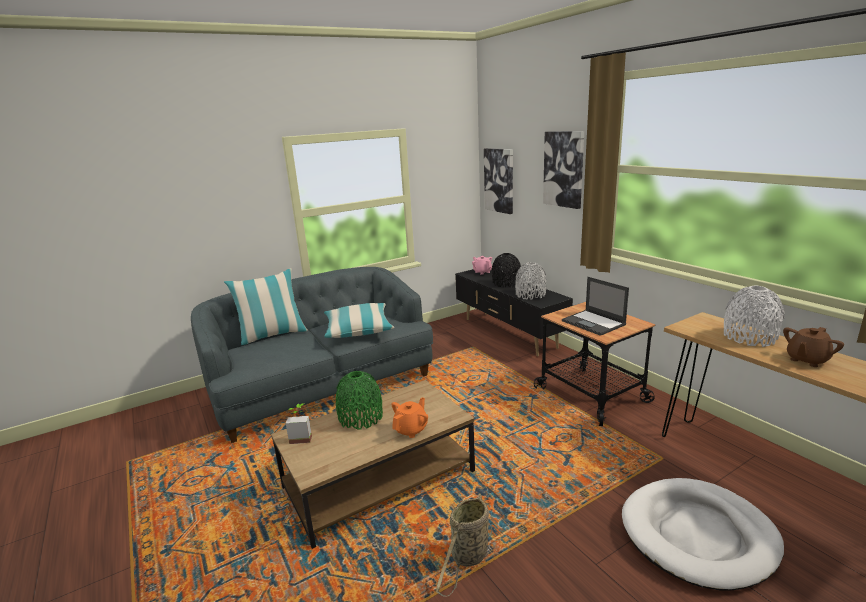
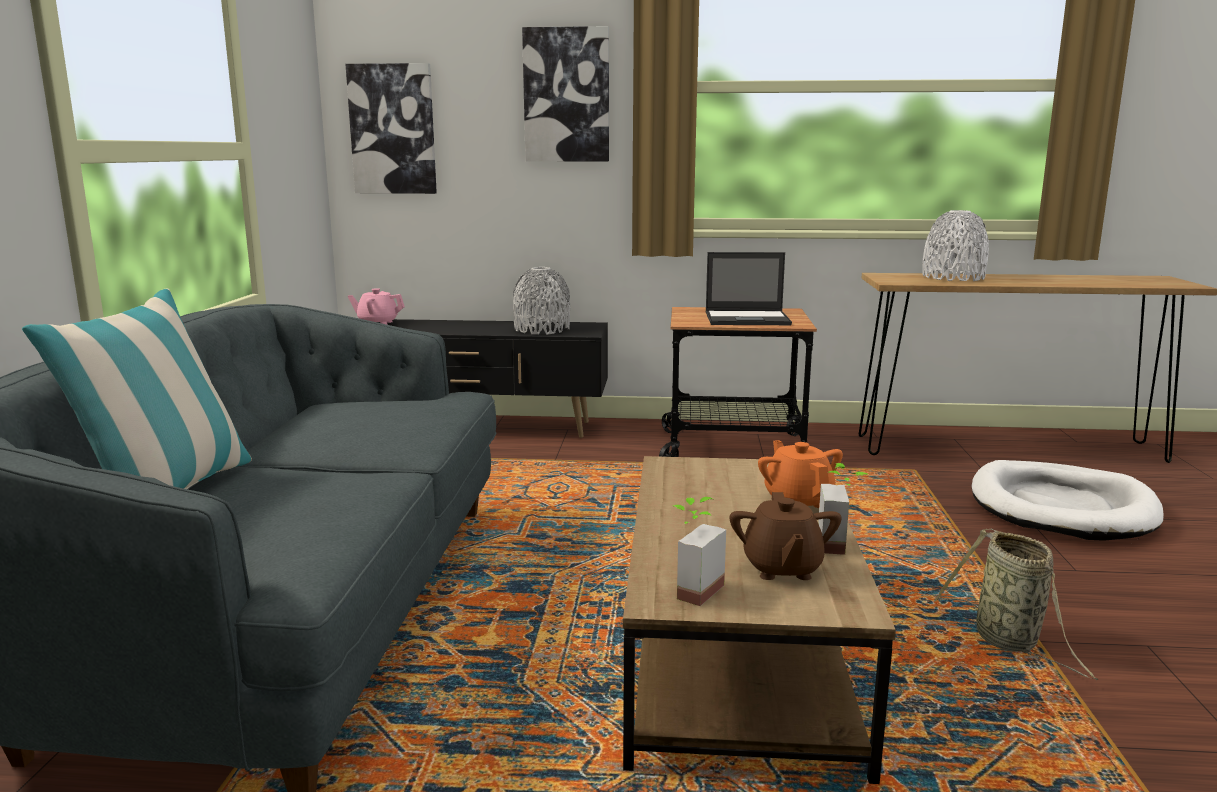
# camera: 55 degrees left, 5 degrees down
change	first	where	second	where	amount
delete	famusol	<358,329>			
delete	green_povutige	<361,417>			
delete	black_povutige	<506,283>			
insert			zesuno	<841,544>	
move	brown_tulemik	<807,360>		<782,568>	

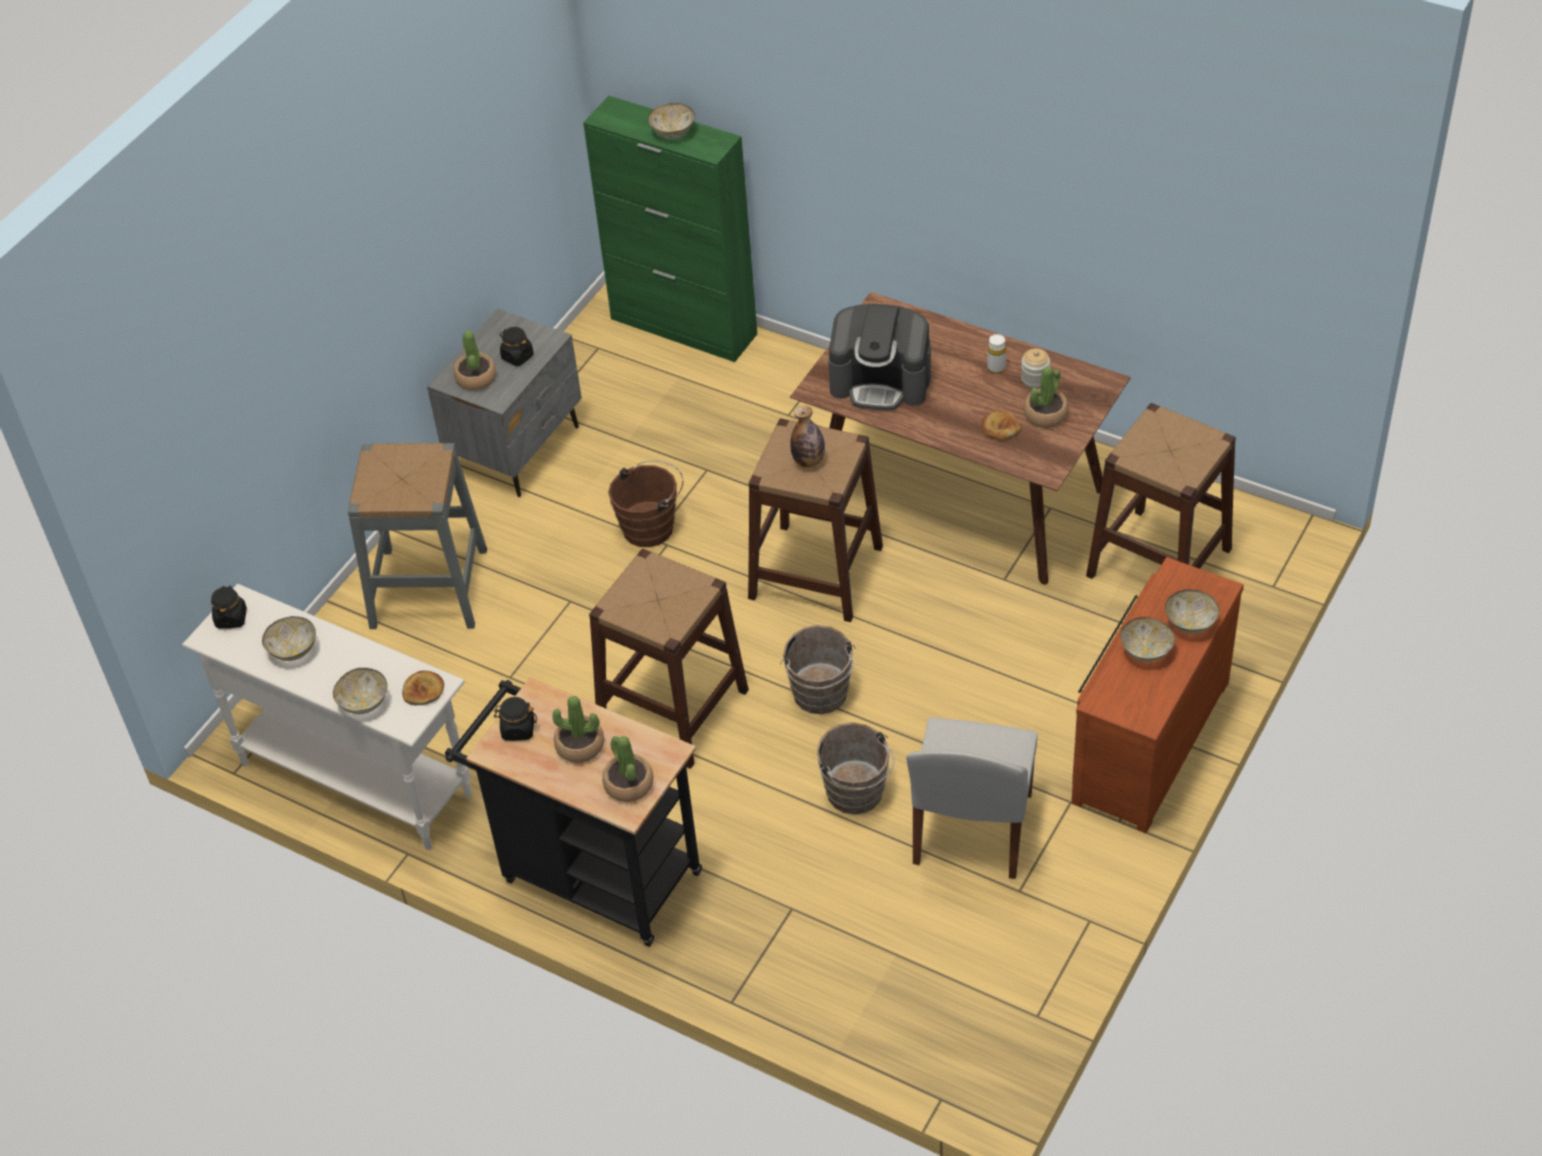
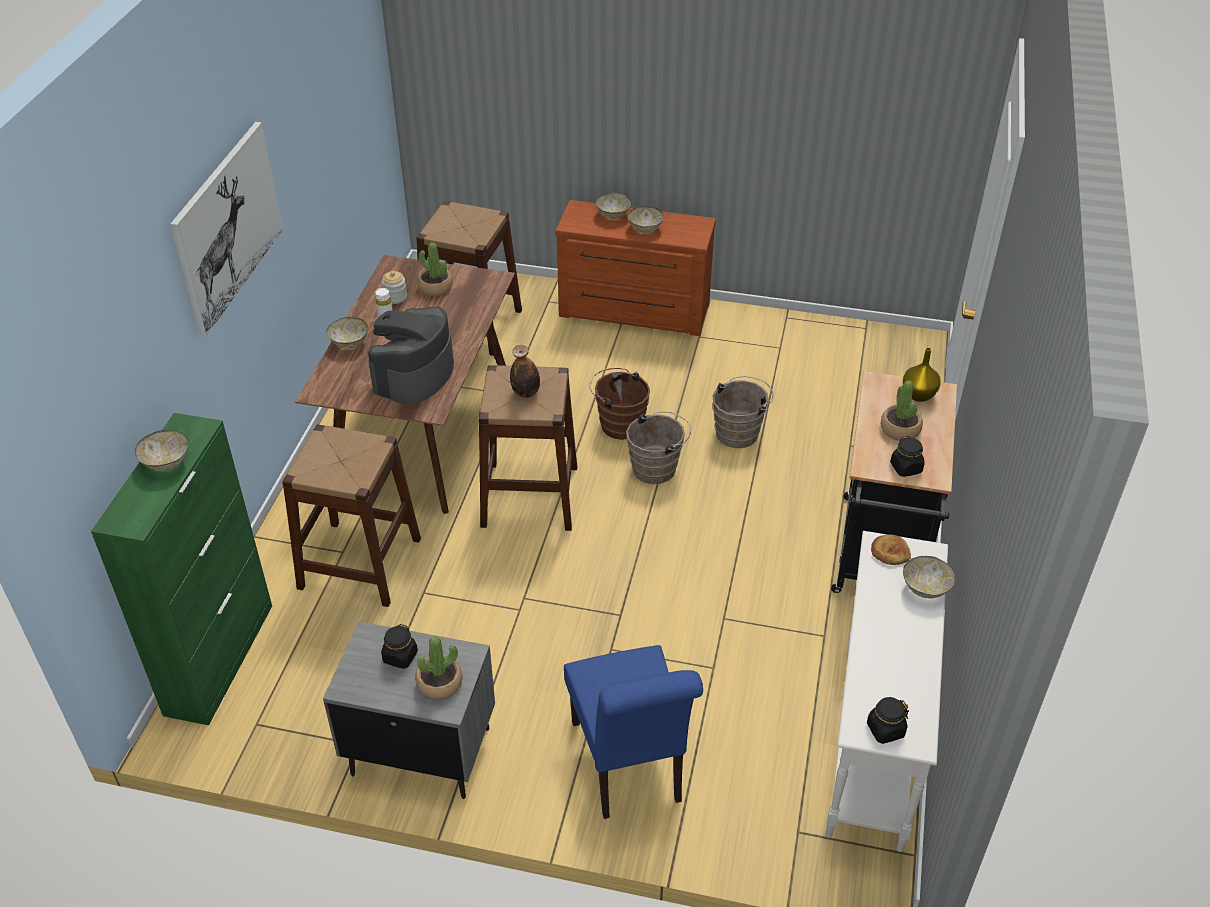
# camera: 110 degrees left, 5 degrees down
change	first	where	second	where	amount
delete	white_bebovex	<971,832>			
delete	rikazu	<1000,428>			
insert			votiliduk	<228,226>	
move	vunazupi	<293,650>		<349,343>	
move	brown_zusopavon	<672,708>		<359,563>	
move	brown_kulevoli	<652,526>		<619,423>	
replace	grey_zusopavon	<428,588>	blue_bebovex	<629,768>	
replace	zesuno	<628,784>	yellow_povutige	<918,395>	
rotate	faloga	<881,381>		<413,375>	150 degrees counterclockwise

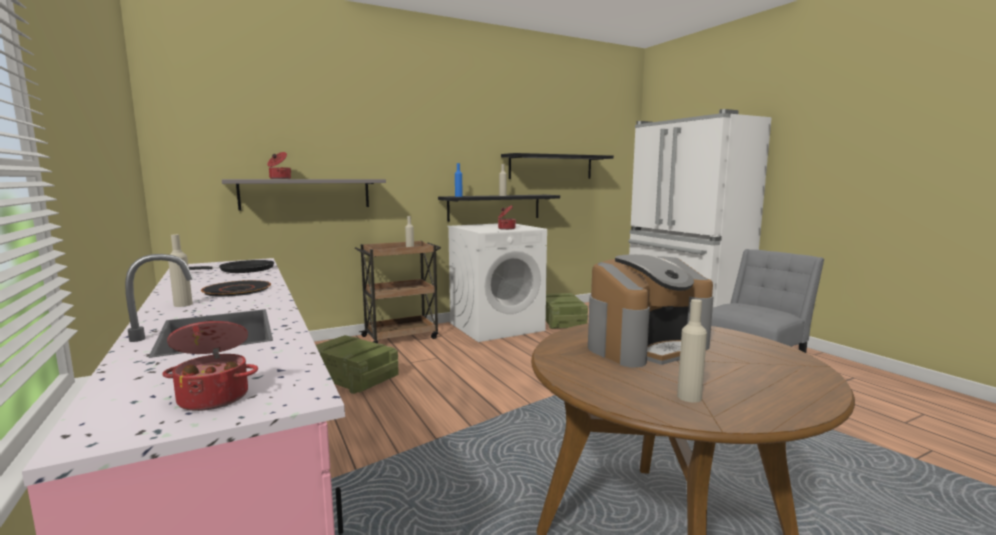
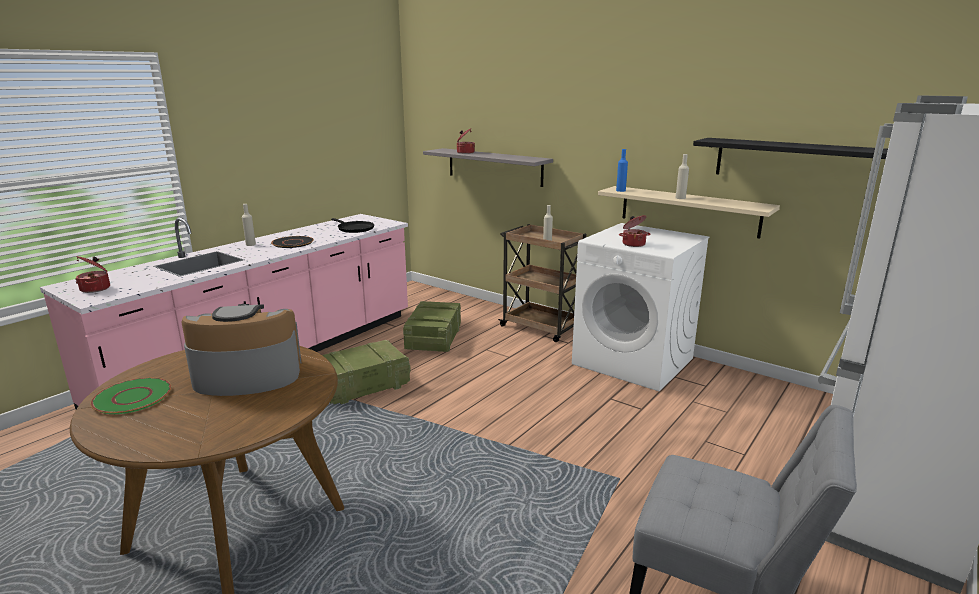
# camera: 65 degrees right, 10 degrees up
change	first	where	second	where	amount
move	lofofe	<561,321>		<363,385>	
replace	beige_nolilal	<689,397>	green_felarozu	<132,397>	
recolor	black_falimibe	<494,207>	beige_falimibe	<689,211>	
rotate	faloga	<645,346>		<247,376>	135 degrees clockwise

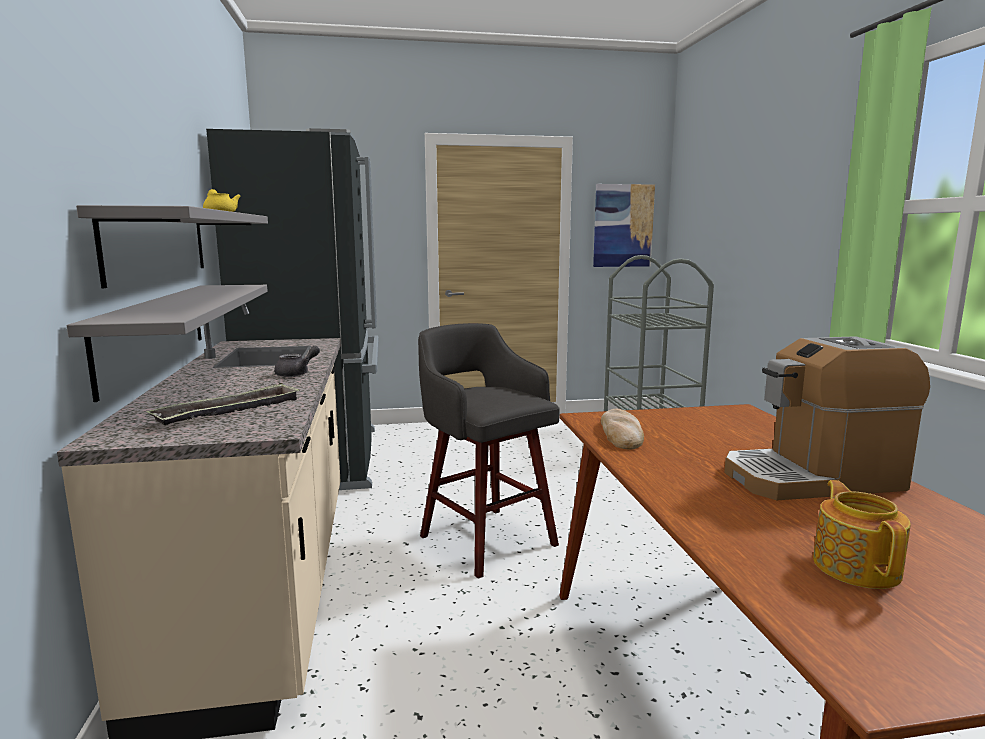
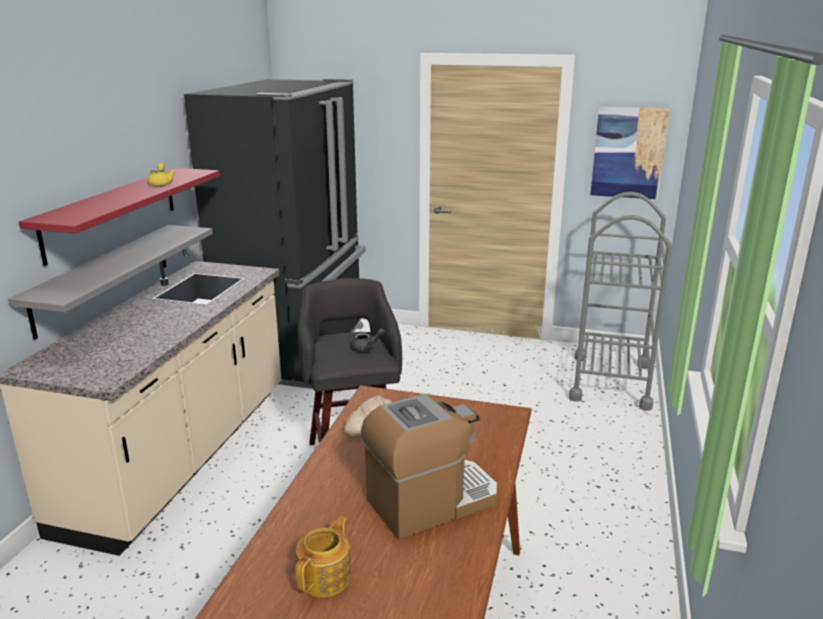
# camera: 25 degrees right, 10 degrees up
change	first	where	second	where	amount
delete	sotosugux	<230,411>			
move	grey_tulemik	<297,374>		<367,348>	
recolor	grey_falimibe	<159,244>	red_falimibe	<112,212>	
rotate	faloga	<812,478>		<431,501>	135 degrees clockwise

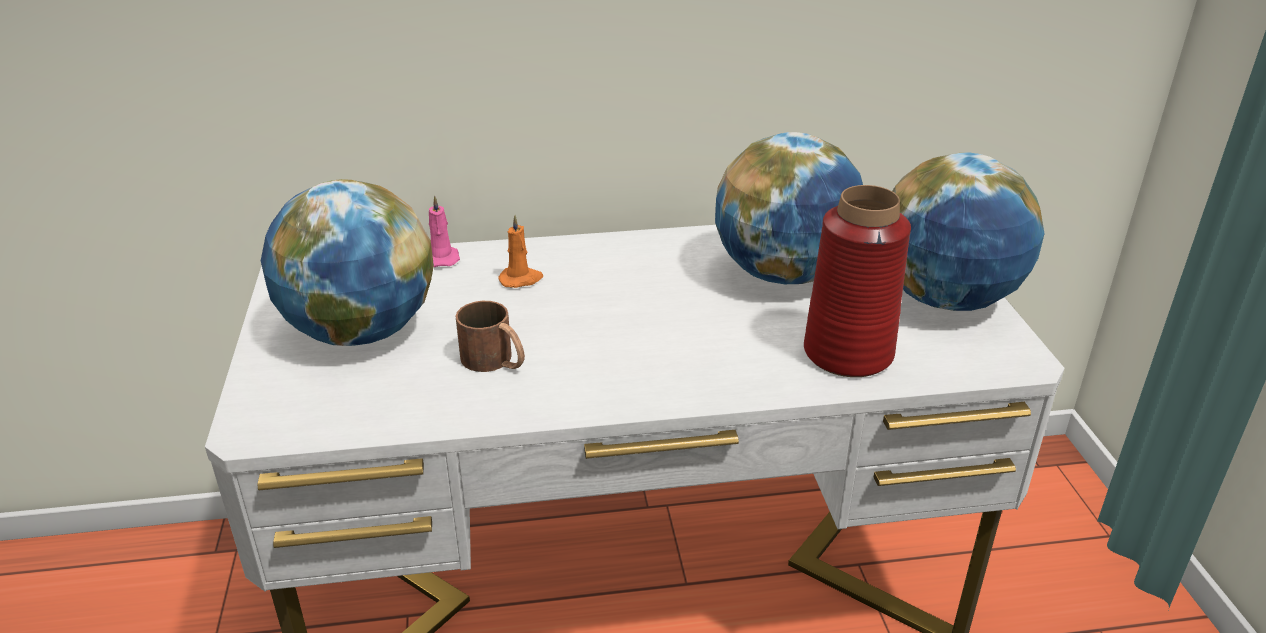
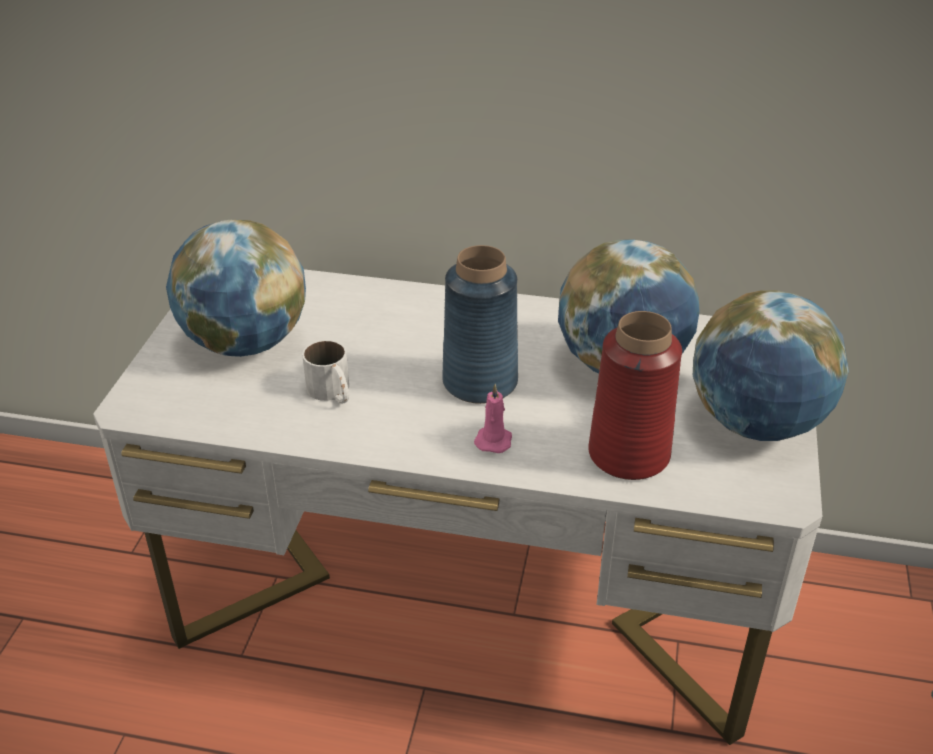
# camera: 20 degrees right, 5 degrees up
change	first	where	second	where	amount
delete	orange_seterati	<521,279>			
insert			blue_povutige	<480,382>	
move	pink_seterati	<442,258>		<494,440>	
recolor	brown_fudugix	<495,361>	white_fudugix	<332,393>	

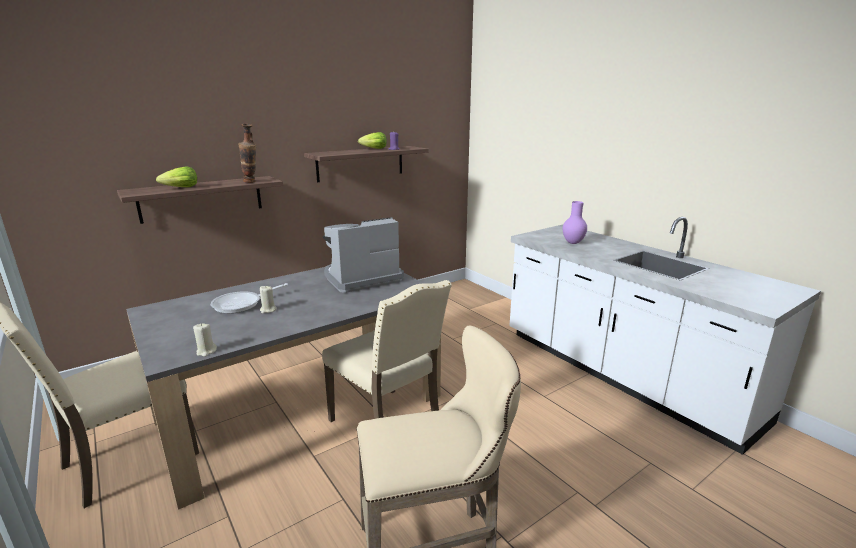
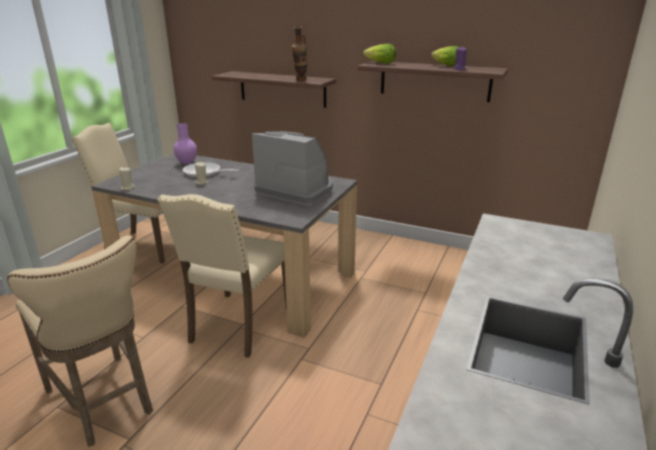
# camera: 60 degrees right, 5 degrees up
change	first	where	second	where	amount
move	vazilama	<181,188>		<380,63>	
move	purple_povutige	<572,243>		<186,163>	

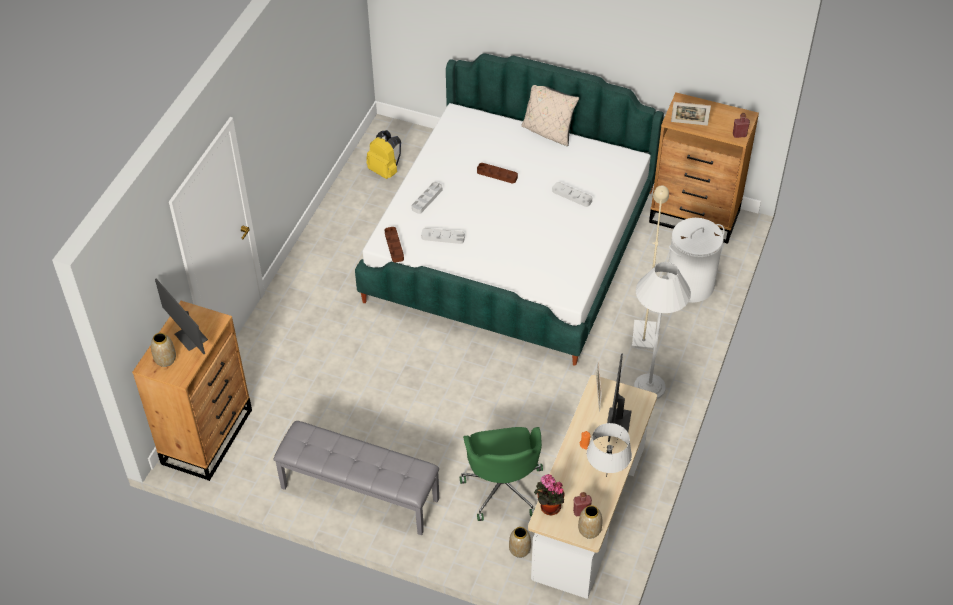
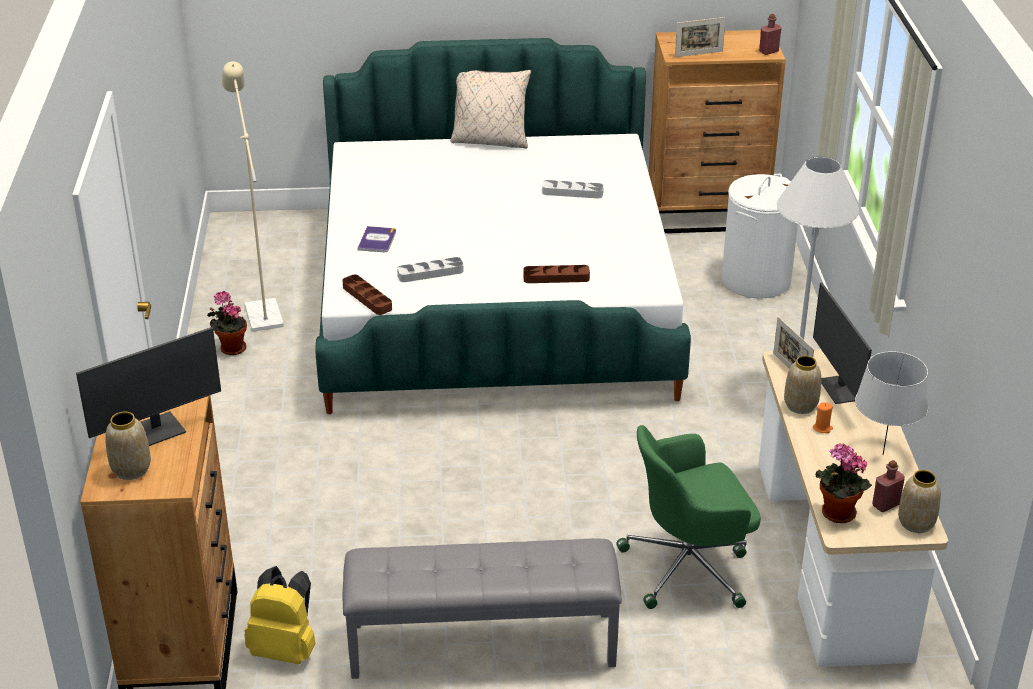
# camera: 25 degrees left, 15 degrees down
change	first	where	second	where	amount
insert			zesuno	<231,348>	
move	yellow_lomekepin	<385,170>		<285,649>	
move	brown_sotosugux	<497,175>		<556,277>	
move	povutige	<519,550>		<800,405>	
move	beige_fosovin	<644,330>		<262,311>	
replace	grey_sotosugux	<427,199>	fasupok	<377,240>	
rotate	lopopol	<190,337>		<156,431>	60 degrees counterclockwise
rotate	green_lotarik	<503,487>		<689,567>	105 degrees clockwise

